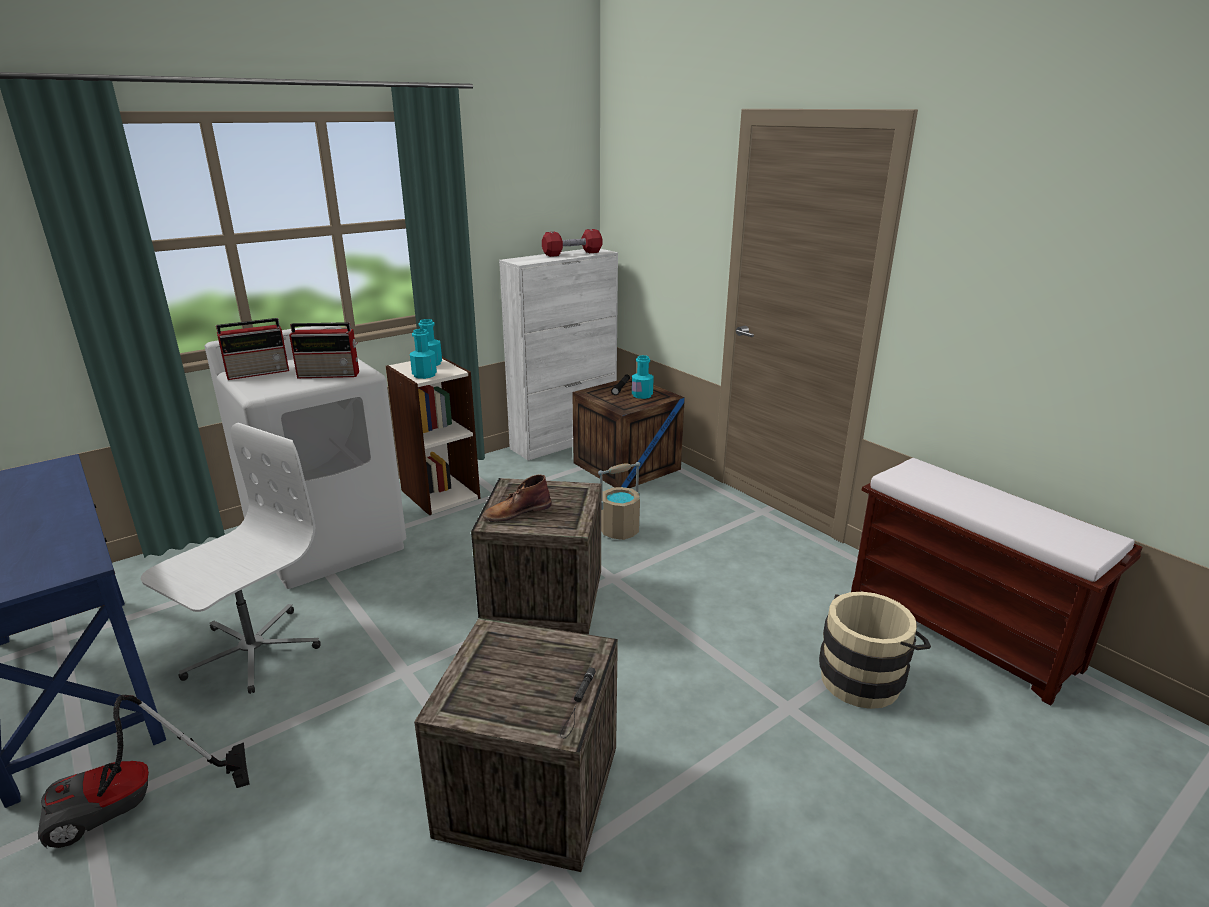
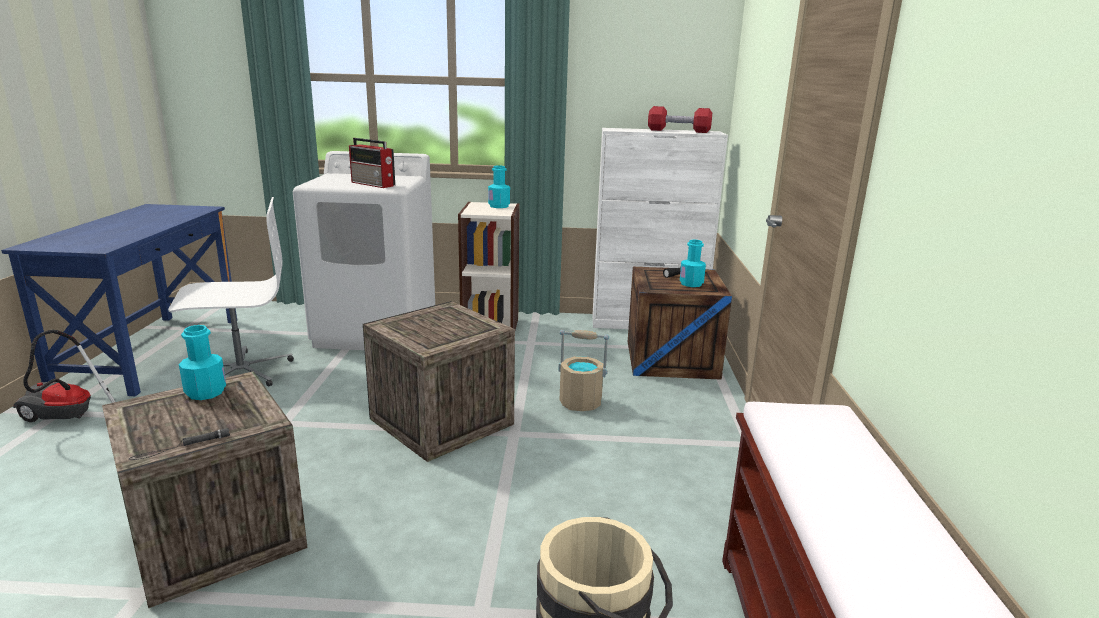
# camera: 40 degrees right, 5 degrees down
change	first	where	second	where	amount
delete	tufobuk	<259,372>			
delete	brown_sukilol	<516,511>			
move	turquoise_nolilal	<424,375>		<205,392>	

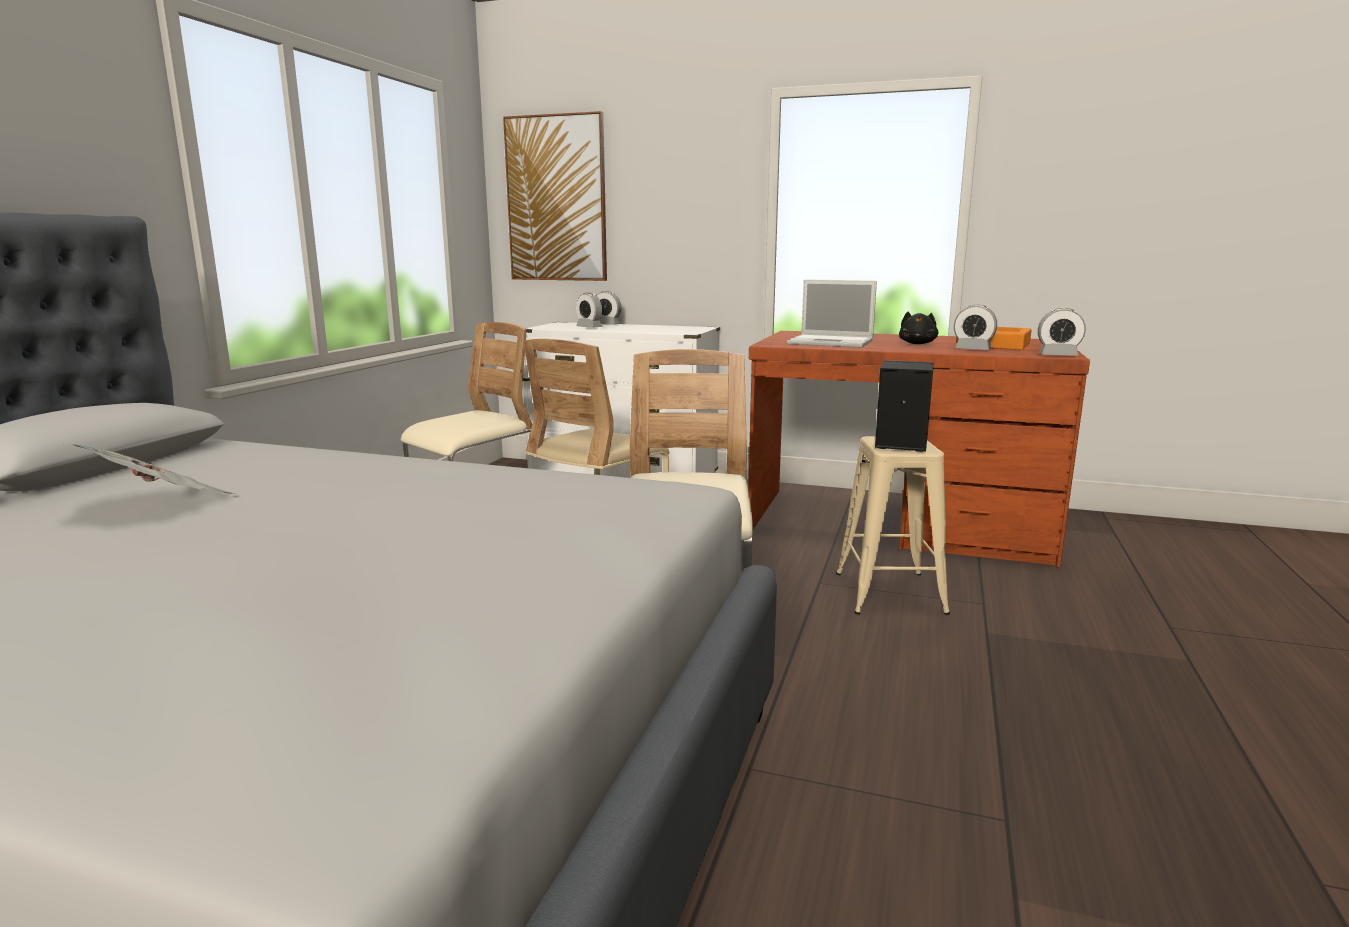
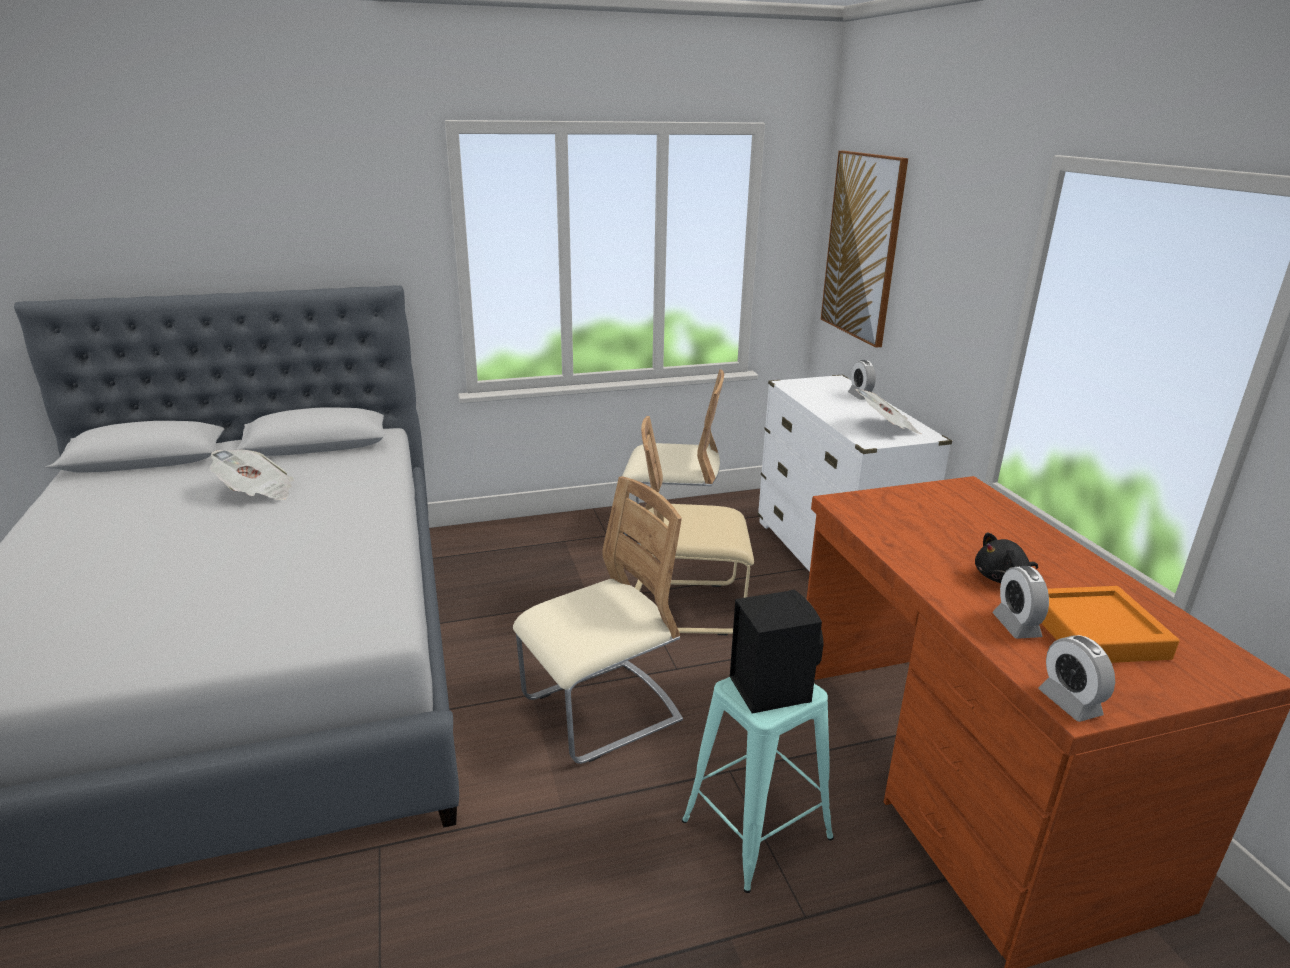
# camera: 55 degrees right, 10 degrees up
change	first	where	second	where	amount
delete	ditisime	<589,327>			
delete	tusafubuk	<832,342>			
insert			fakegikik	<886,428>	
recolor	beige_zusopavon	<889,593>	turquoise_zusopavon	<756,829>	

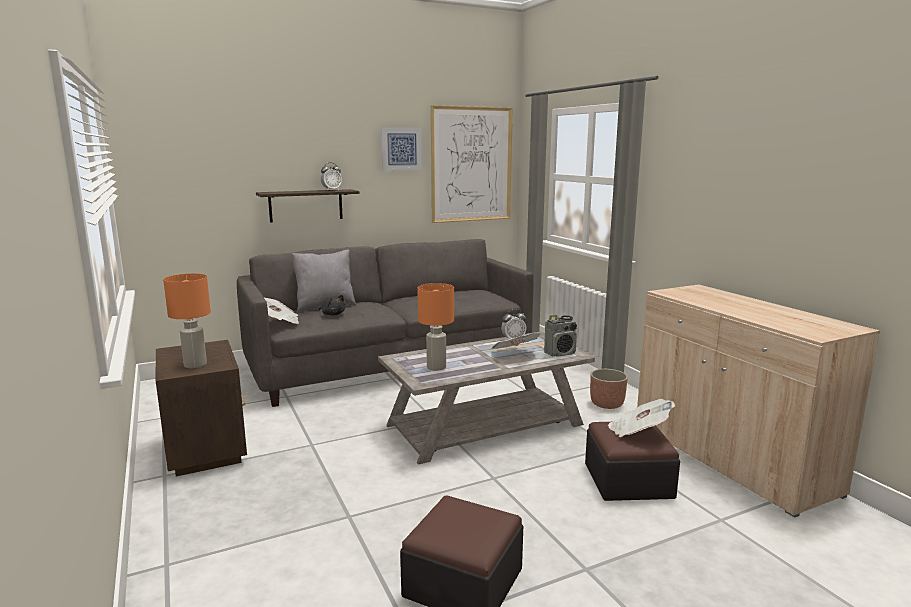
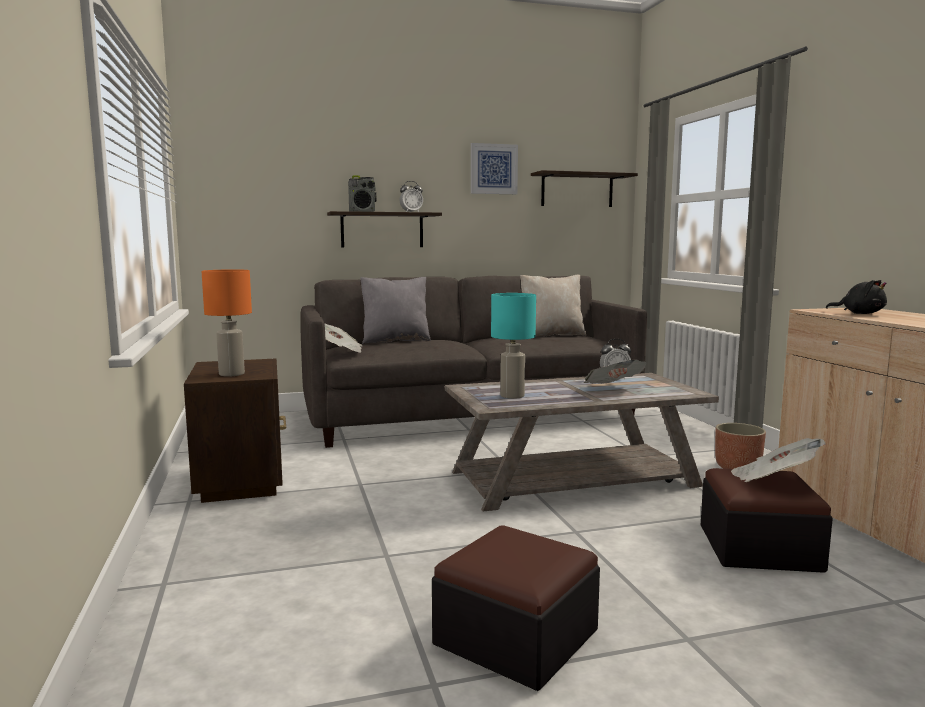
# camera: 10 degrees right, 5 degrees down
change	first	where	second	where	amount
insert			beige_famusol	<551,335>	
move	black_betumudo	<333,314>		<859,313>	
move	tufobuk	<560,353>		<362,212>	
replace	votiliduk	<471,164>	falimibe	<577,190>	
recolor	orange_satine	<436,367>	turquoise_satine	<512,396>	

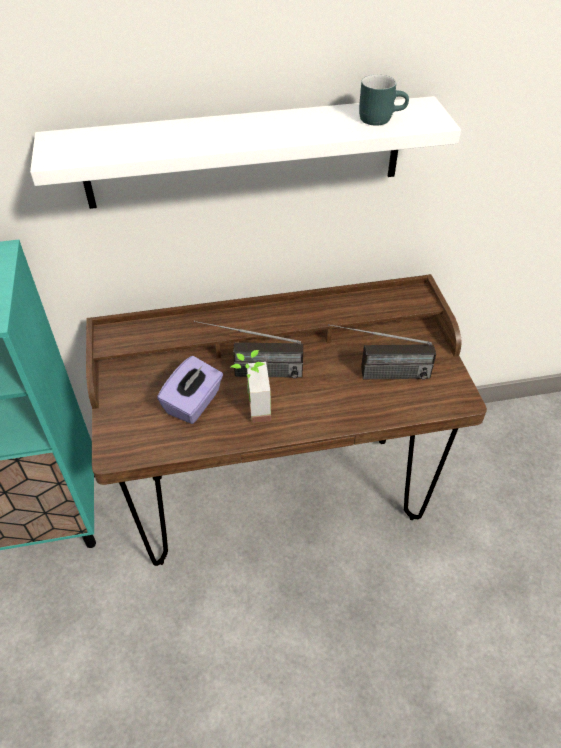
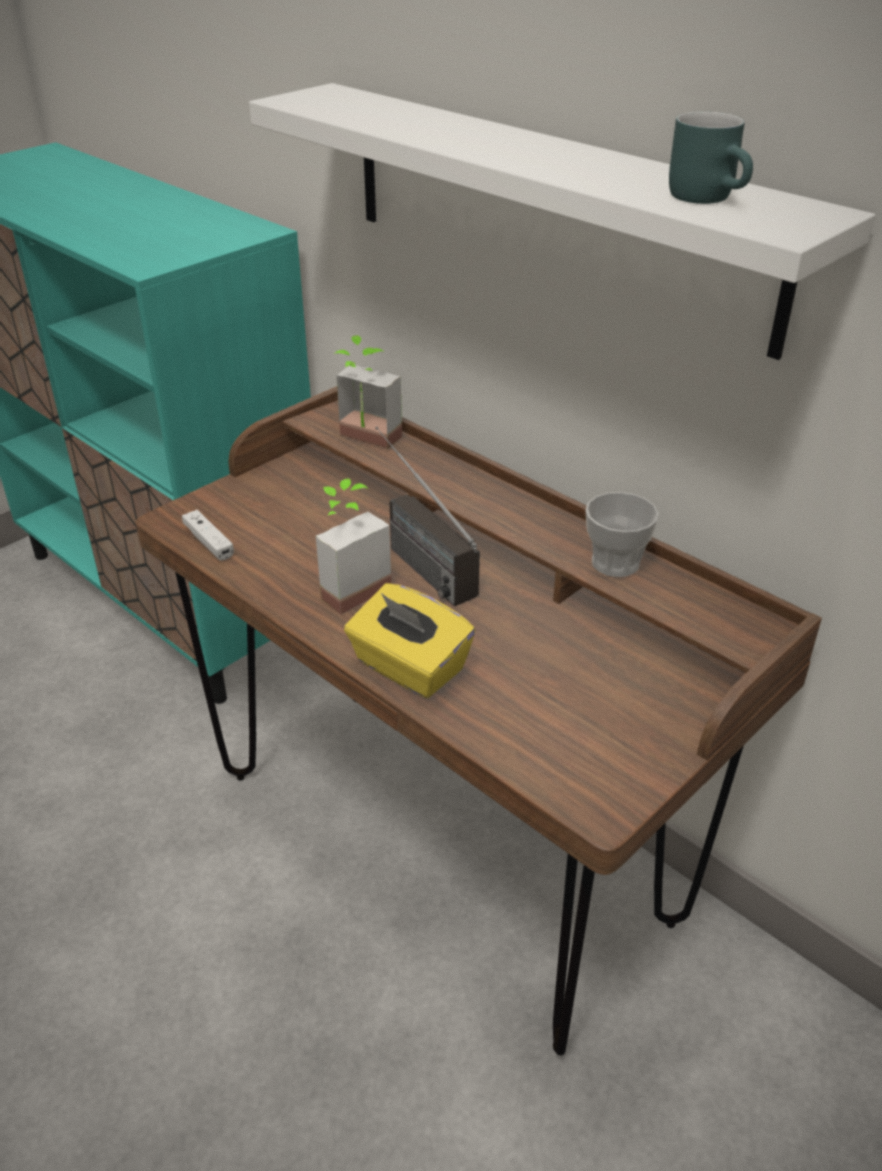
# camera: 55 degrees right, 10 degrees down
change	first	where	second	where	amount
delete	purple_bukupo	<194,403>			
delete	tufobuk	<377,374>			
insert			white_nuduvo	<208,542>	
insert			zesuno	<364,441>	
insert			yellow_bukupo	<409,667>	
insert			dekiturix	<615,563>	

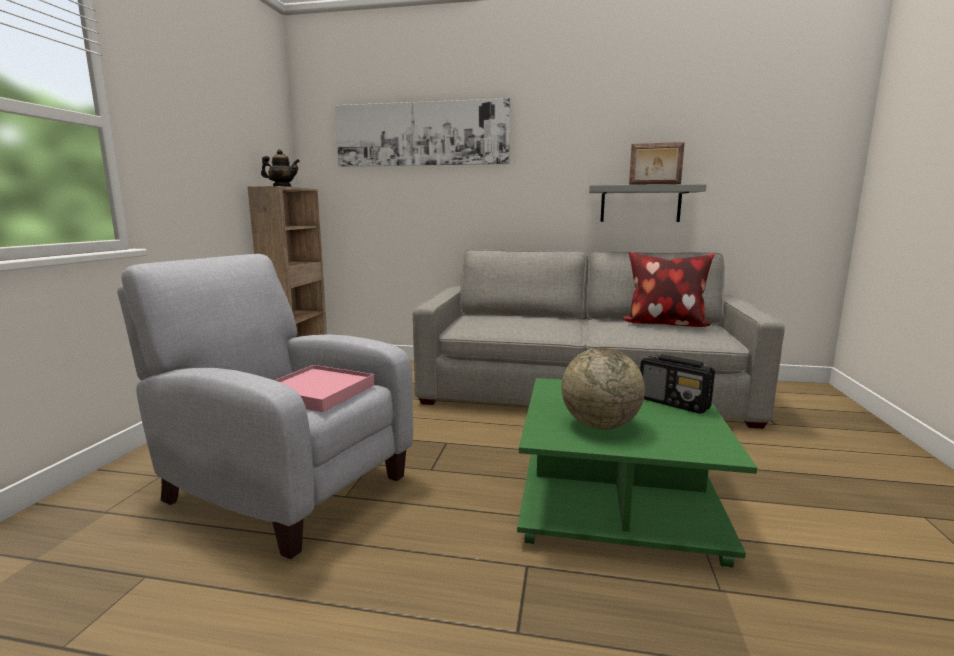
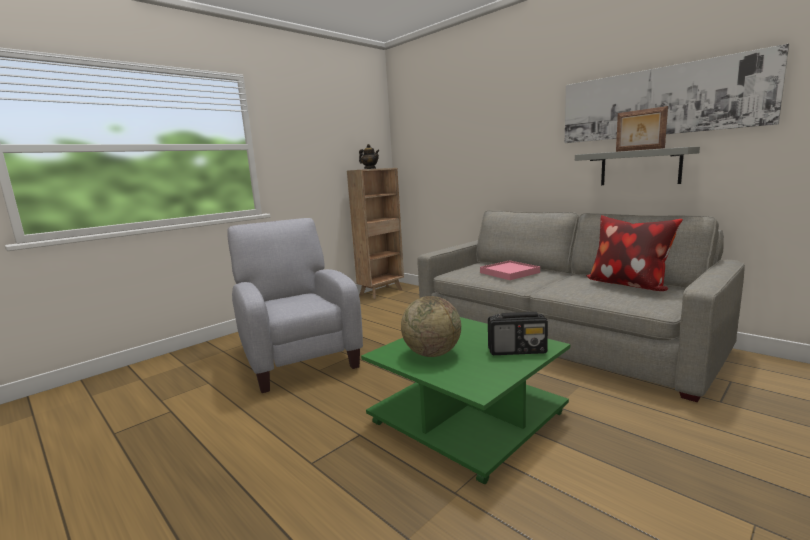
# camera: 35 degrees right, 0 degrees up
change	first	where	second	where	amount
move	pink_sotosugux	<318,392>		<509,273>	
move	votiliduk	<421,134>		<658,102>	
rotate	tufobuk	<674,403>		<517,350>	75 degrees counterclockwise

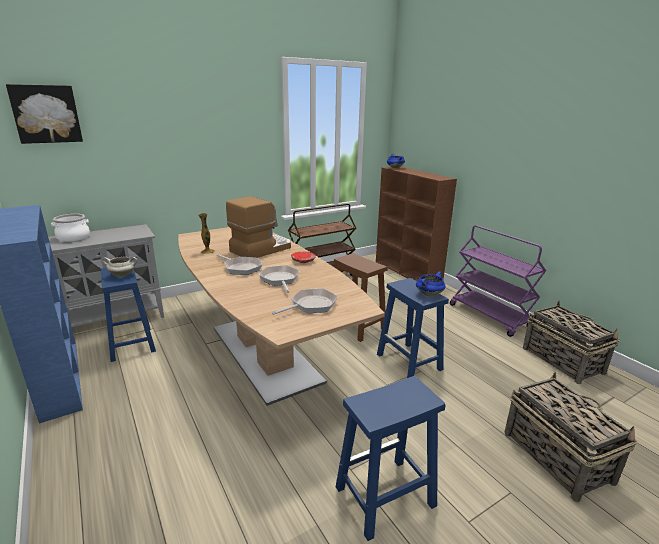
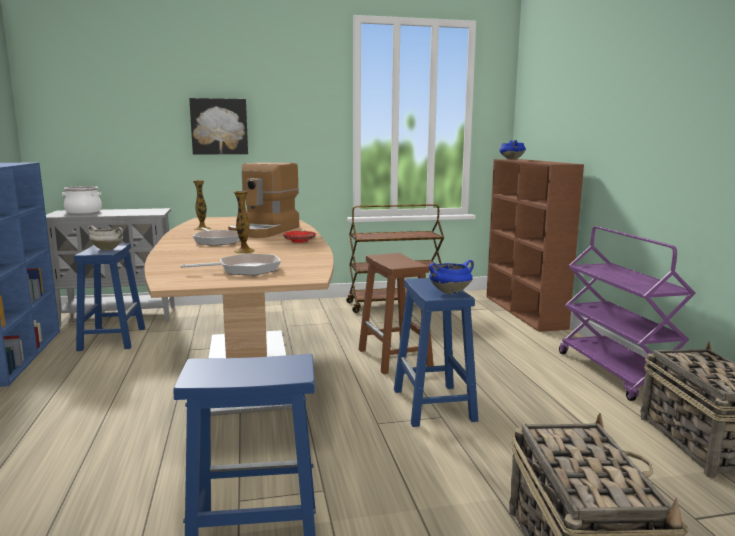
# camera: 20 degrees right, 10 degrees down
change	first	where	second	where	amount
move	votiliduk	<46,114>		<219,126>	
replace	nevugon	<280,280>	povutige	<244,251>	
rotate	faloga	<261,249>		<265,231>	135 degrees clockwise

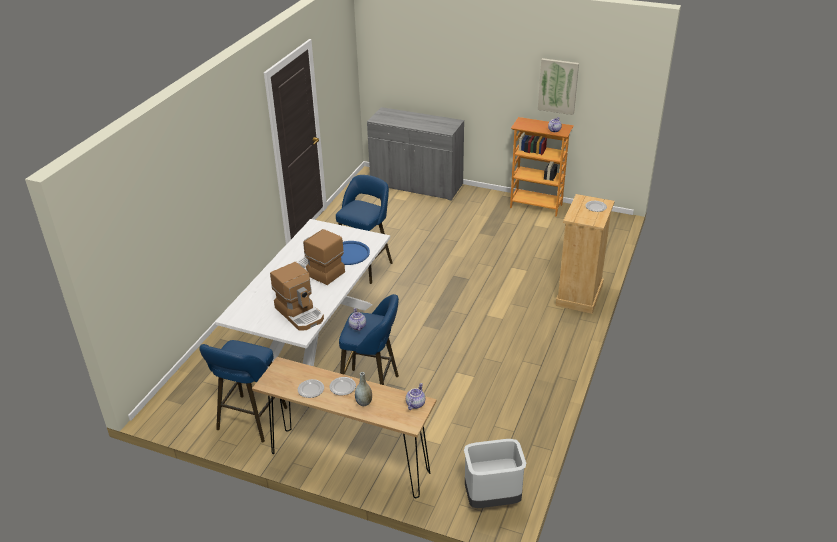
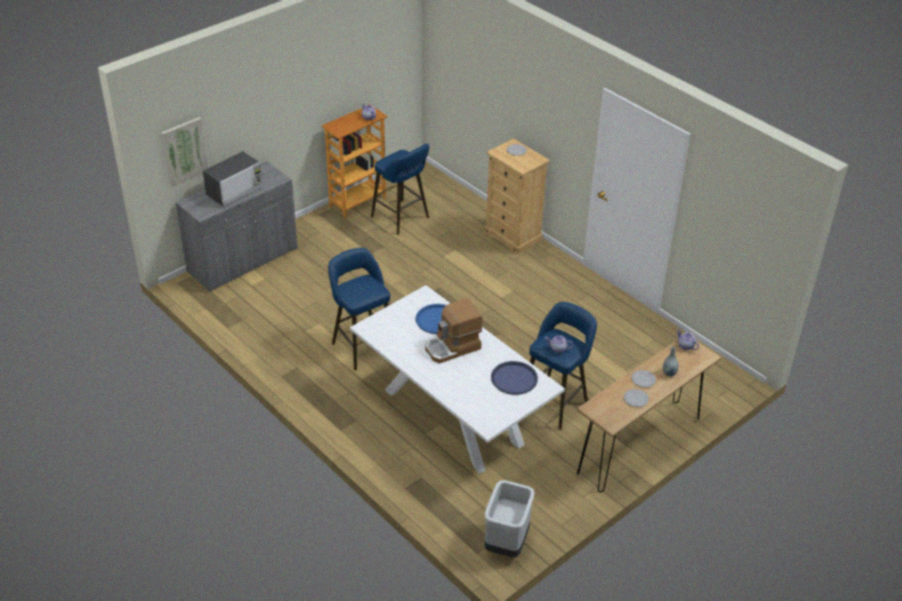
# camera: 65 degrees left, 5 degrees up
change	first	where	second	where	amount
insert			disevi	<235,191>	
move	blue_zusopavon	<250,421>		<402,218>	
move	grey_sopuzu	<492,500>		<507,543>	
move	votiliduk	<558,86>		<184,151>	
replace	faloga	<300,313>	blue_sotosugux	<514,378>	

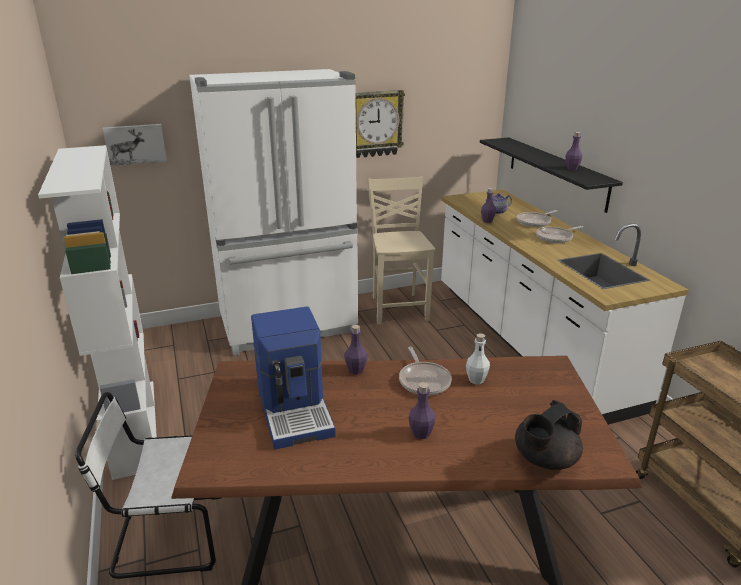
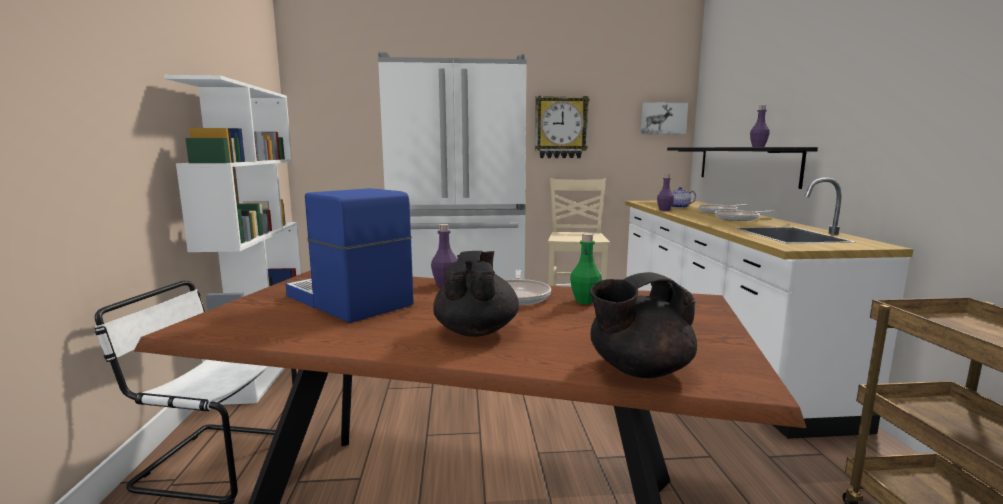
# camera: 15 degrees right, 15 degrees down
change	first	where	second	where	amount
move	votiliduk	<135,144>		<663,118>	
replace	purple_nolilal	<421,433>	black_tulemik	<476,330>	
recolor	white_nolilal	<476,380>	green_nolilal	<585,301>	
rotate	faloga	<295,409>		<347,301>	135 degrees clockwise

